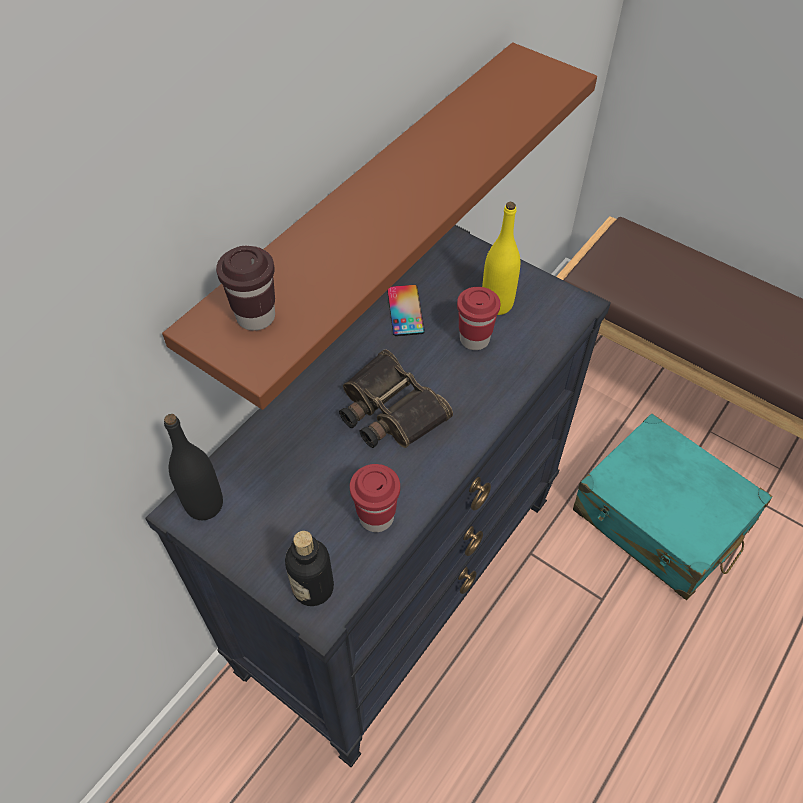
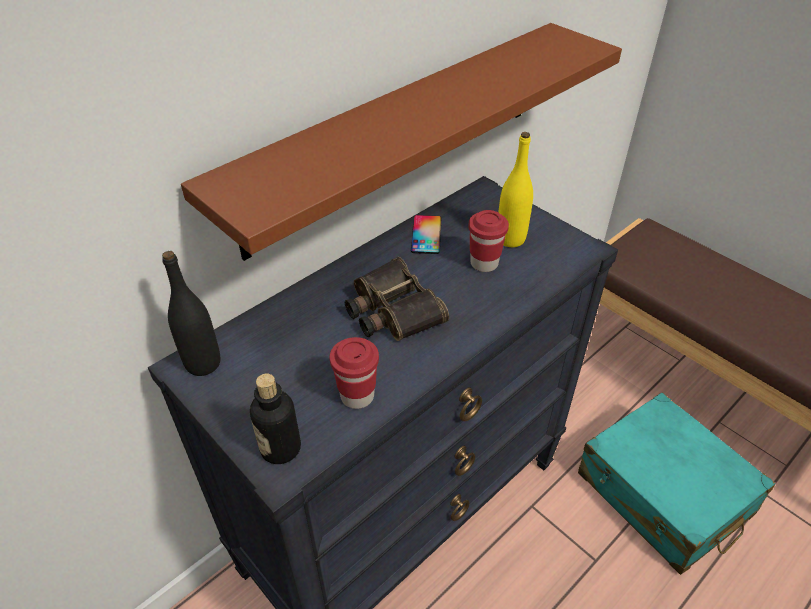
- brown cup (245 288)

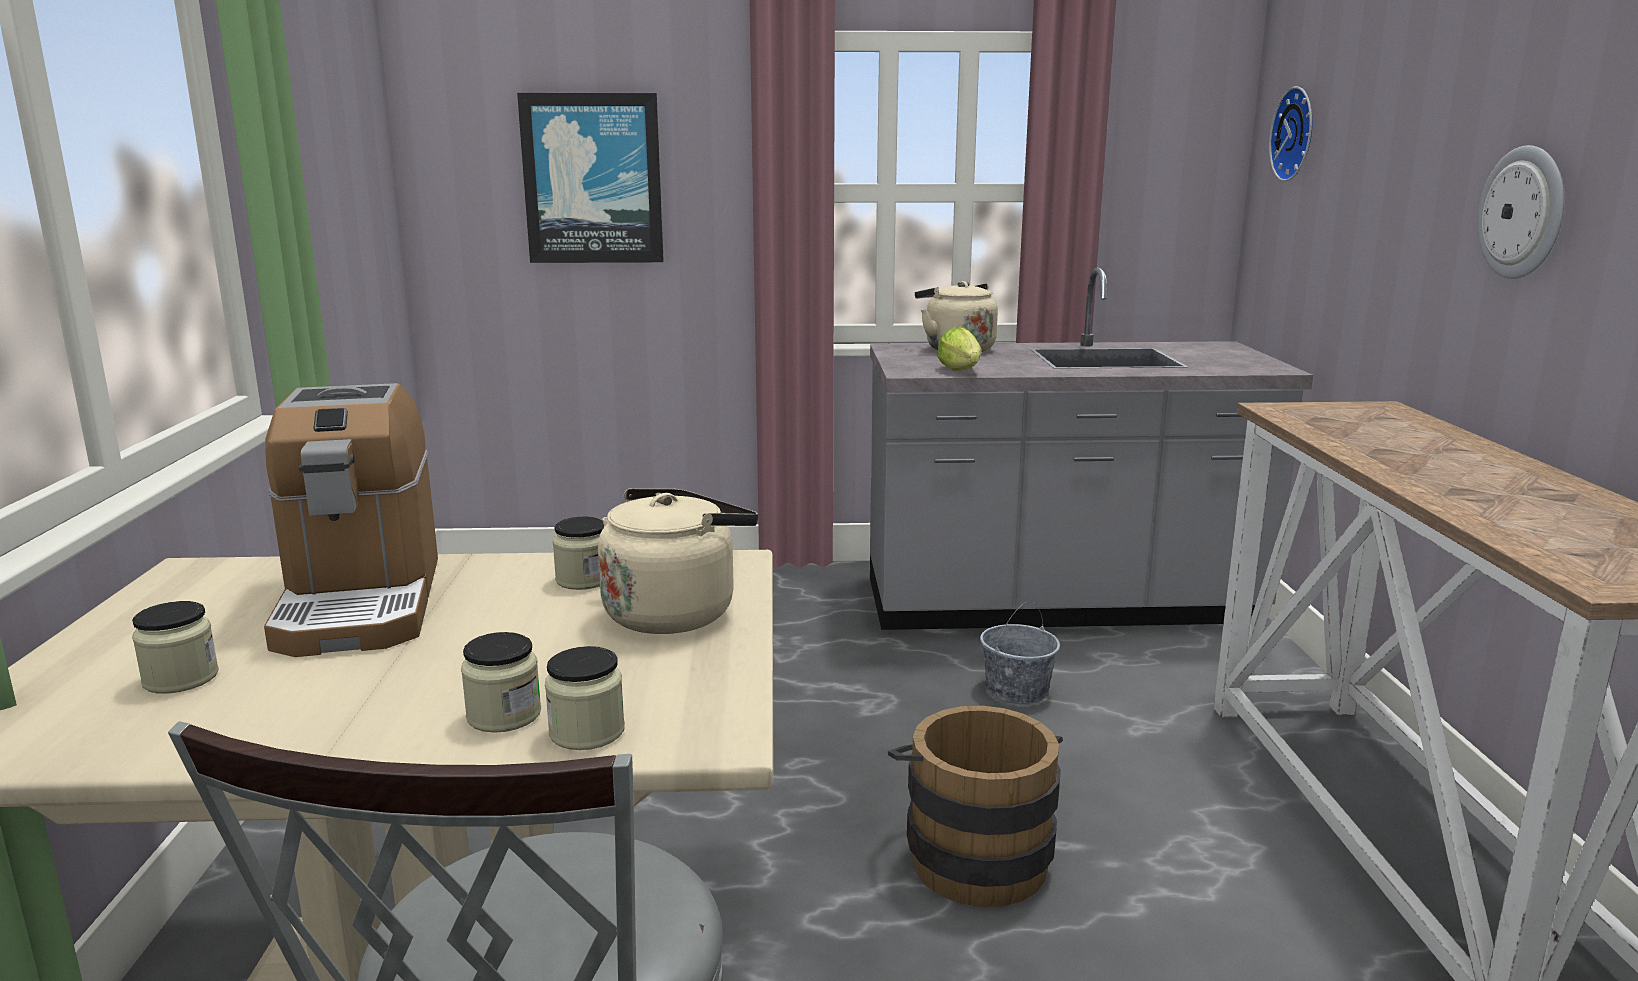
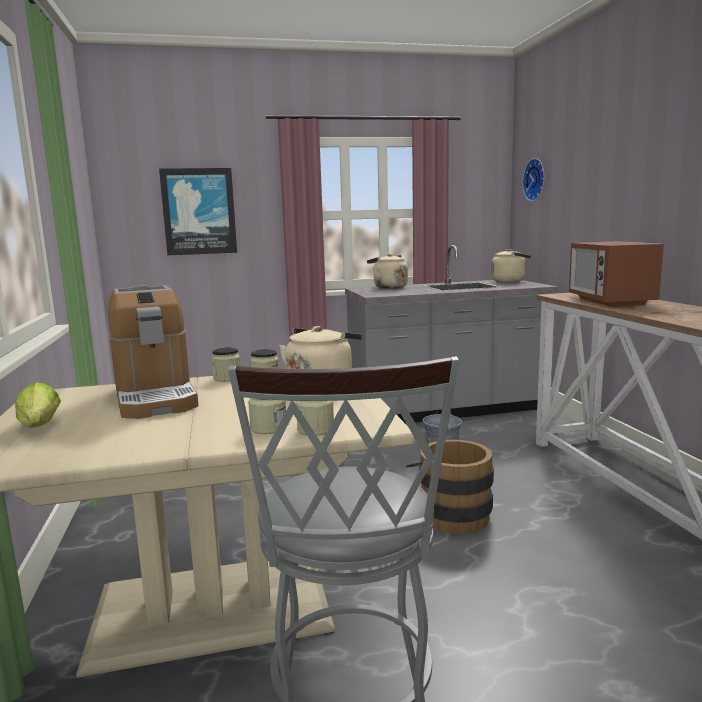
~ jar (175 647) to (226 364)
~ lettuce (959 349) to (38 405)
- wall clock (1520 212)
+ beige kettle (511 265)
+ microwave (616 273)

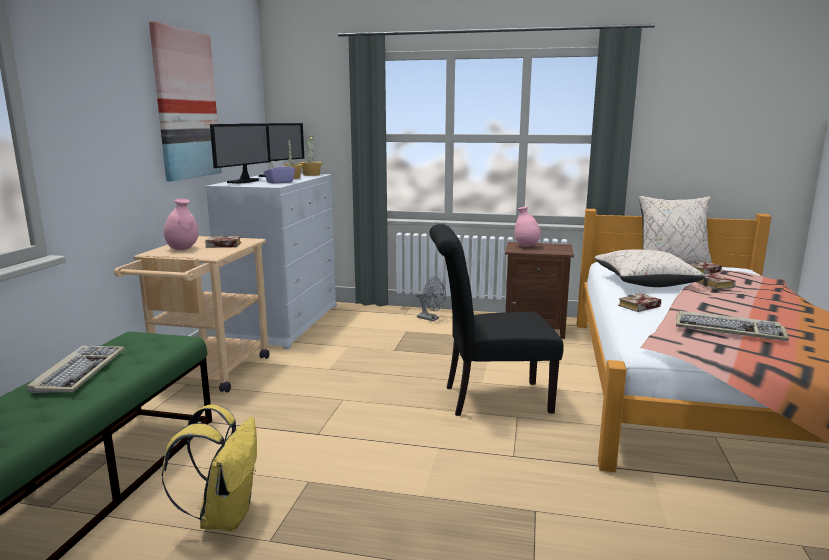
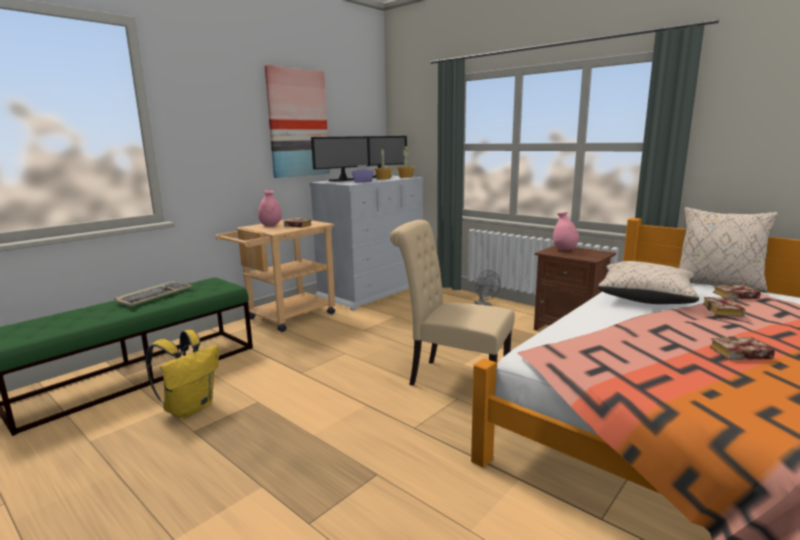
~ black chair (496 320) to beige chair (452 303)
~ book (639 303) to (742 348)
- keyboard (732 326)

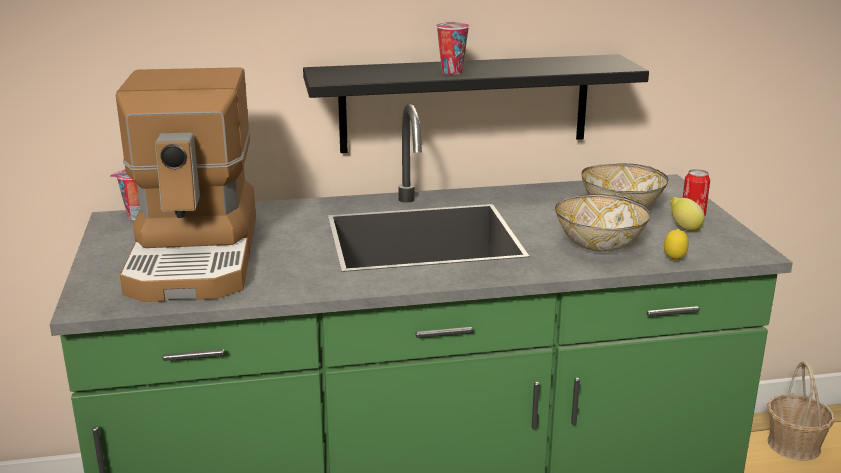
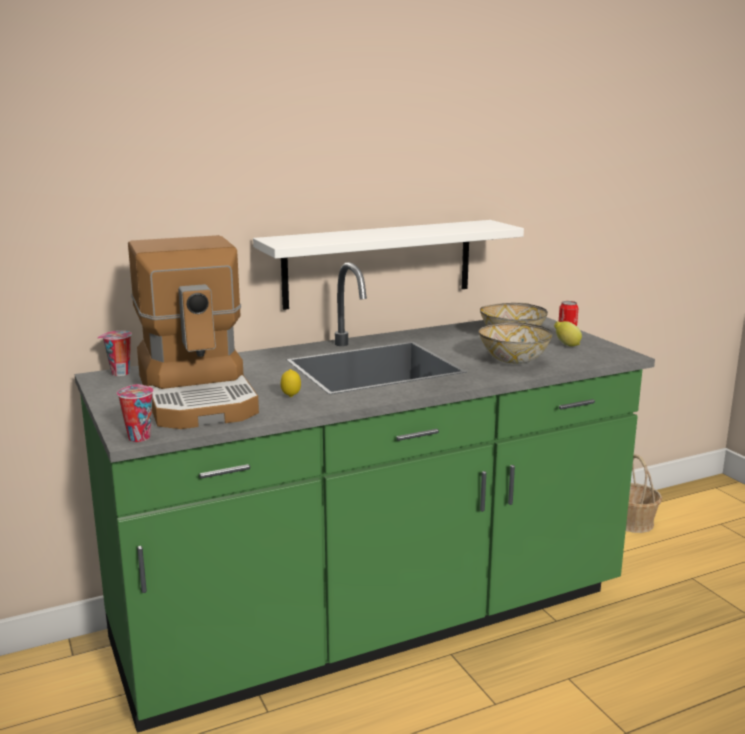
~ black shelf (476 103) to white shelf (388 265)
~ cup (453 48) to (135 413)
~ lemon (676 245) to (291 383)

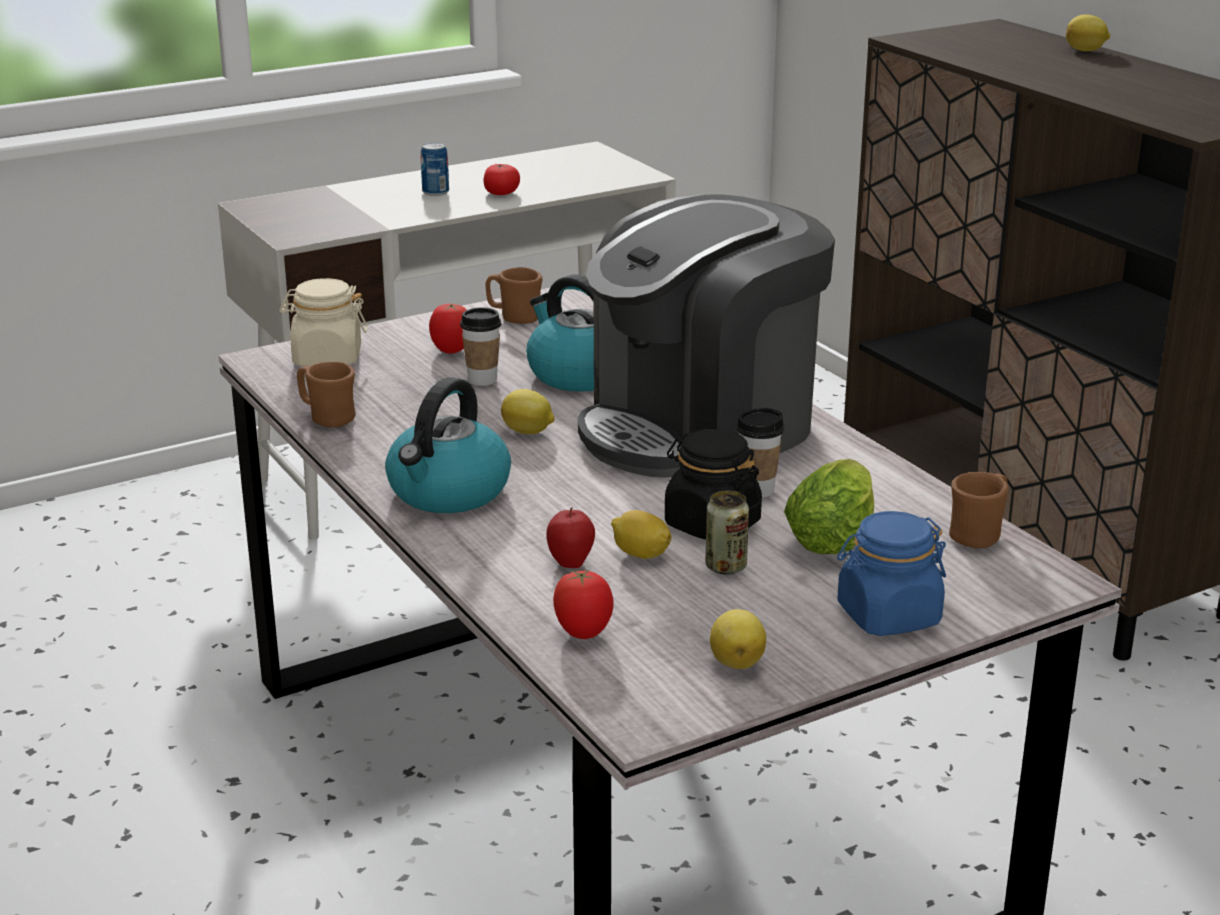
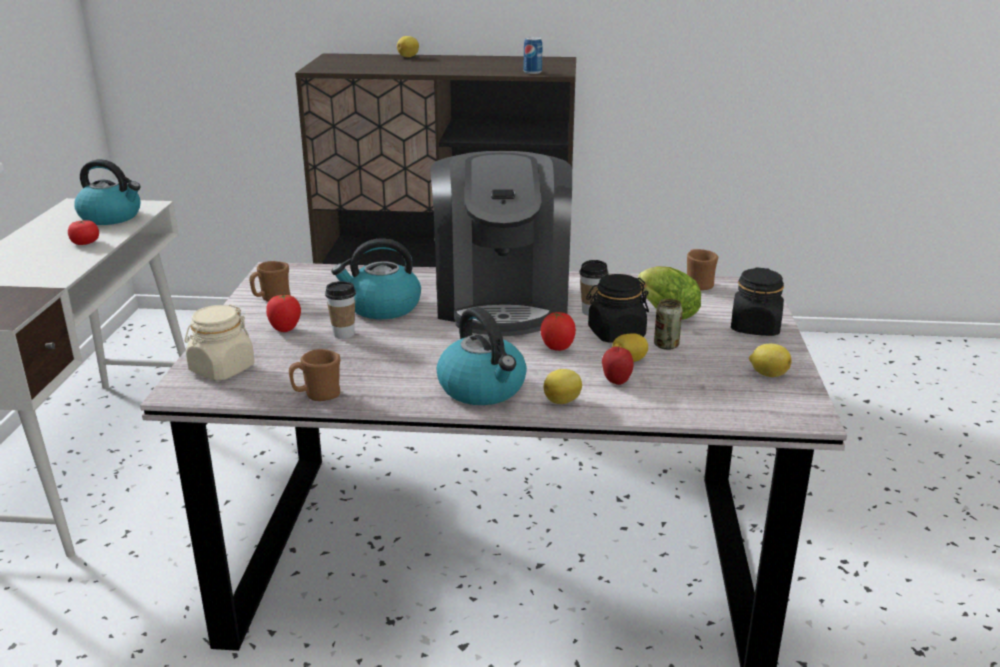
~ can (435 169) to (533 55)
~ lemon (528 411) to (563 386)
~ tomato (583 604) to (558 331)
~ blue jar (891 573) to black jar (757 301)
+ kettle (107 192)

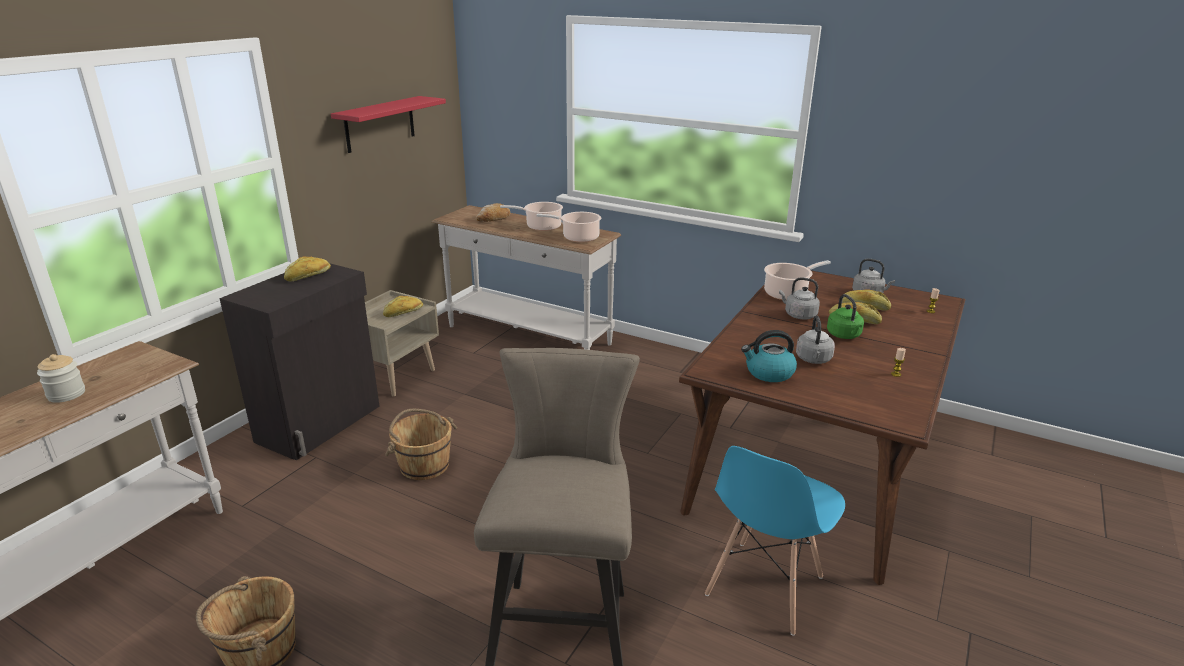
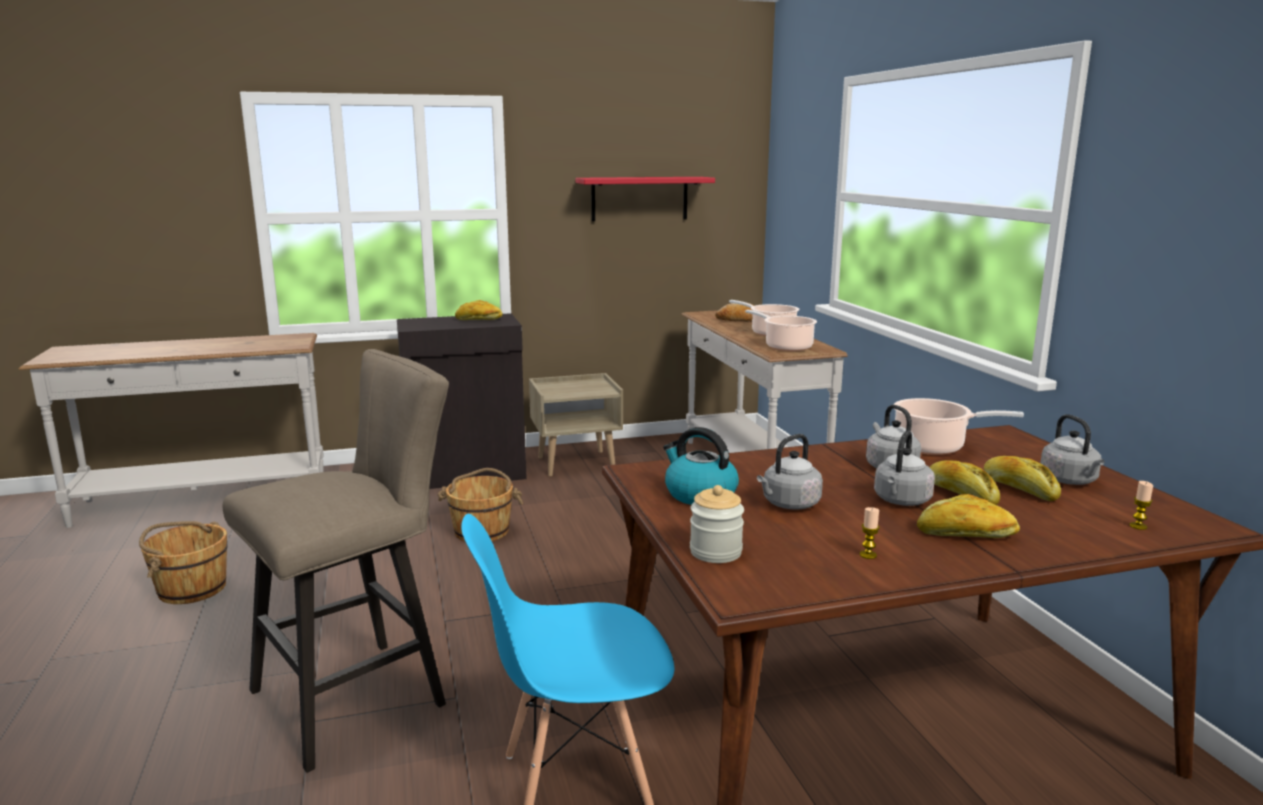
~ jar (61 378) to (717 524)
~ bread (403 306) to (968 516)
~ green kettle (845 316) to grey kettle (904 468)

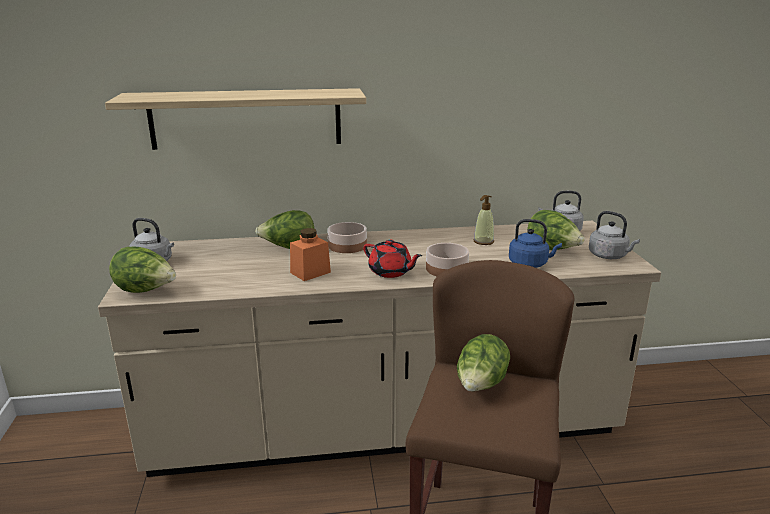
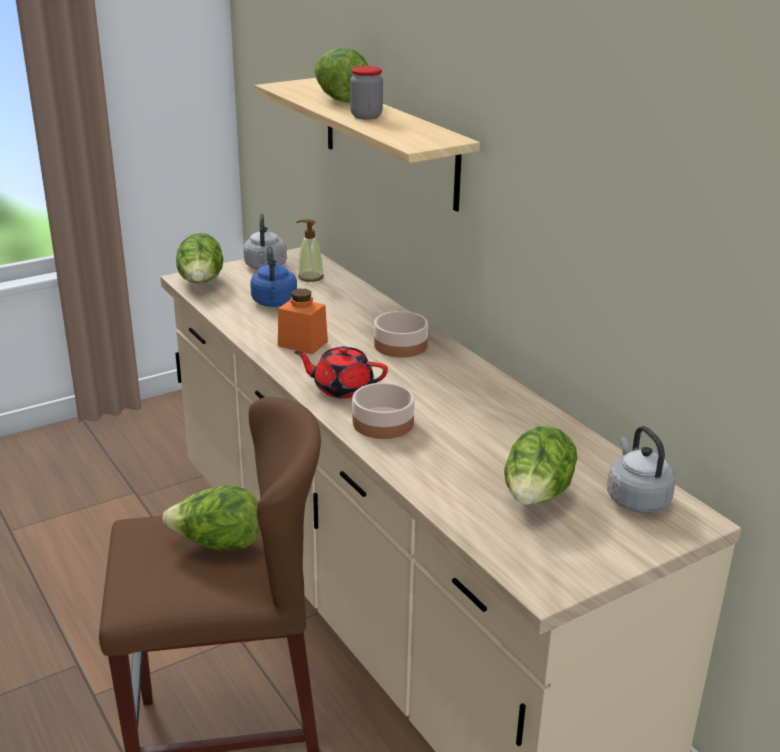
~ lettuce (284 229) to (341 75)
~ red teapot (392 259) = (341 372) 90 degrees clockwise
~ soap dispenser (484 220) to (310 250)
~ blue kettle (535 243) to (273 276)
- grey kettle (614 235)
+ jar (366 93)

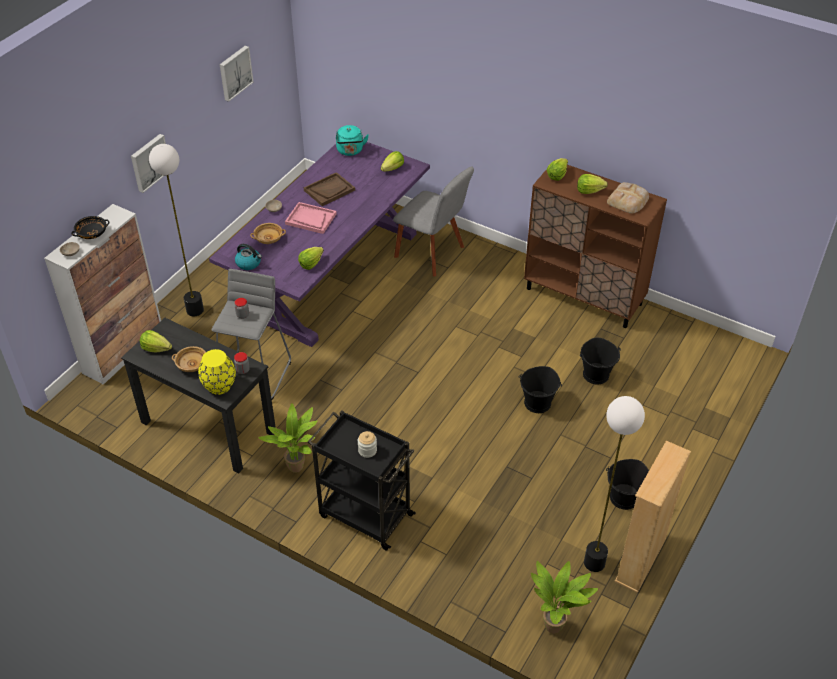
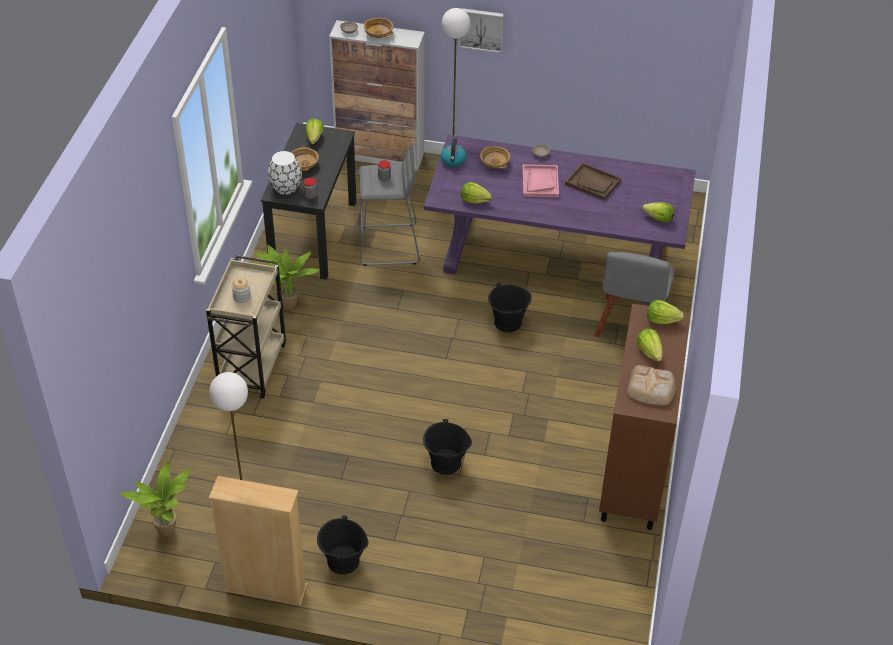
~ black bowl (90 227) to beige bowl (379 28)
~ yellow vase (217 372) to white vase (285 173)
- picture (237 74)
~ black cart (362 480) to beige cart (246 327)
- turquoise kettle (352 140)
~ black bucket (600 360) to (510 307)

